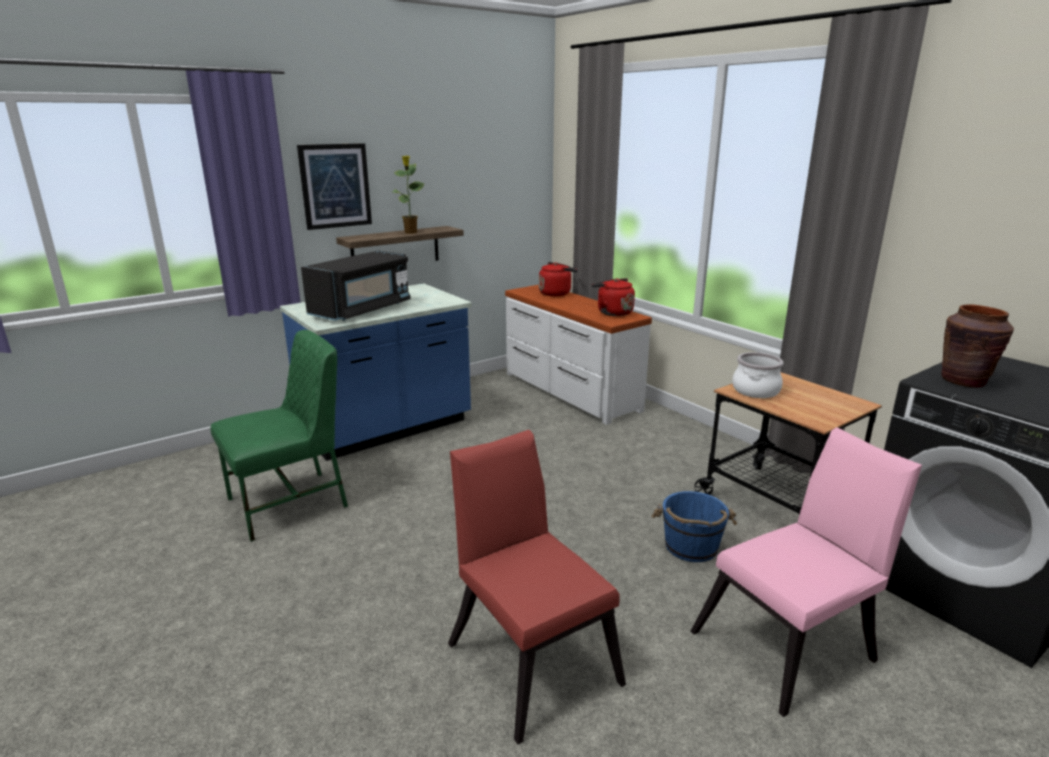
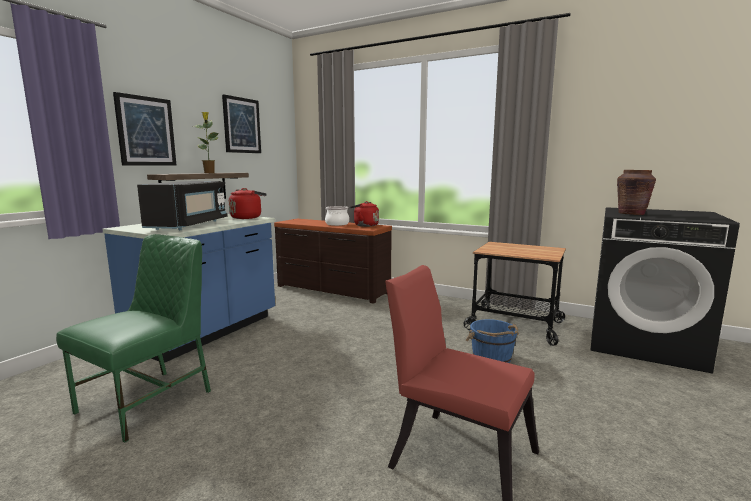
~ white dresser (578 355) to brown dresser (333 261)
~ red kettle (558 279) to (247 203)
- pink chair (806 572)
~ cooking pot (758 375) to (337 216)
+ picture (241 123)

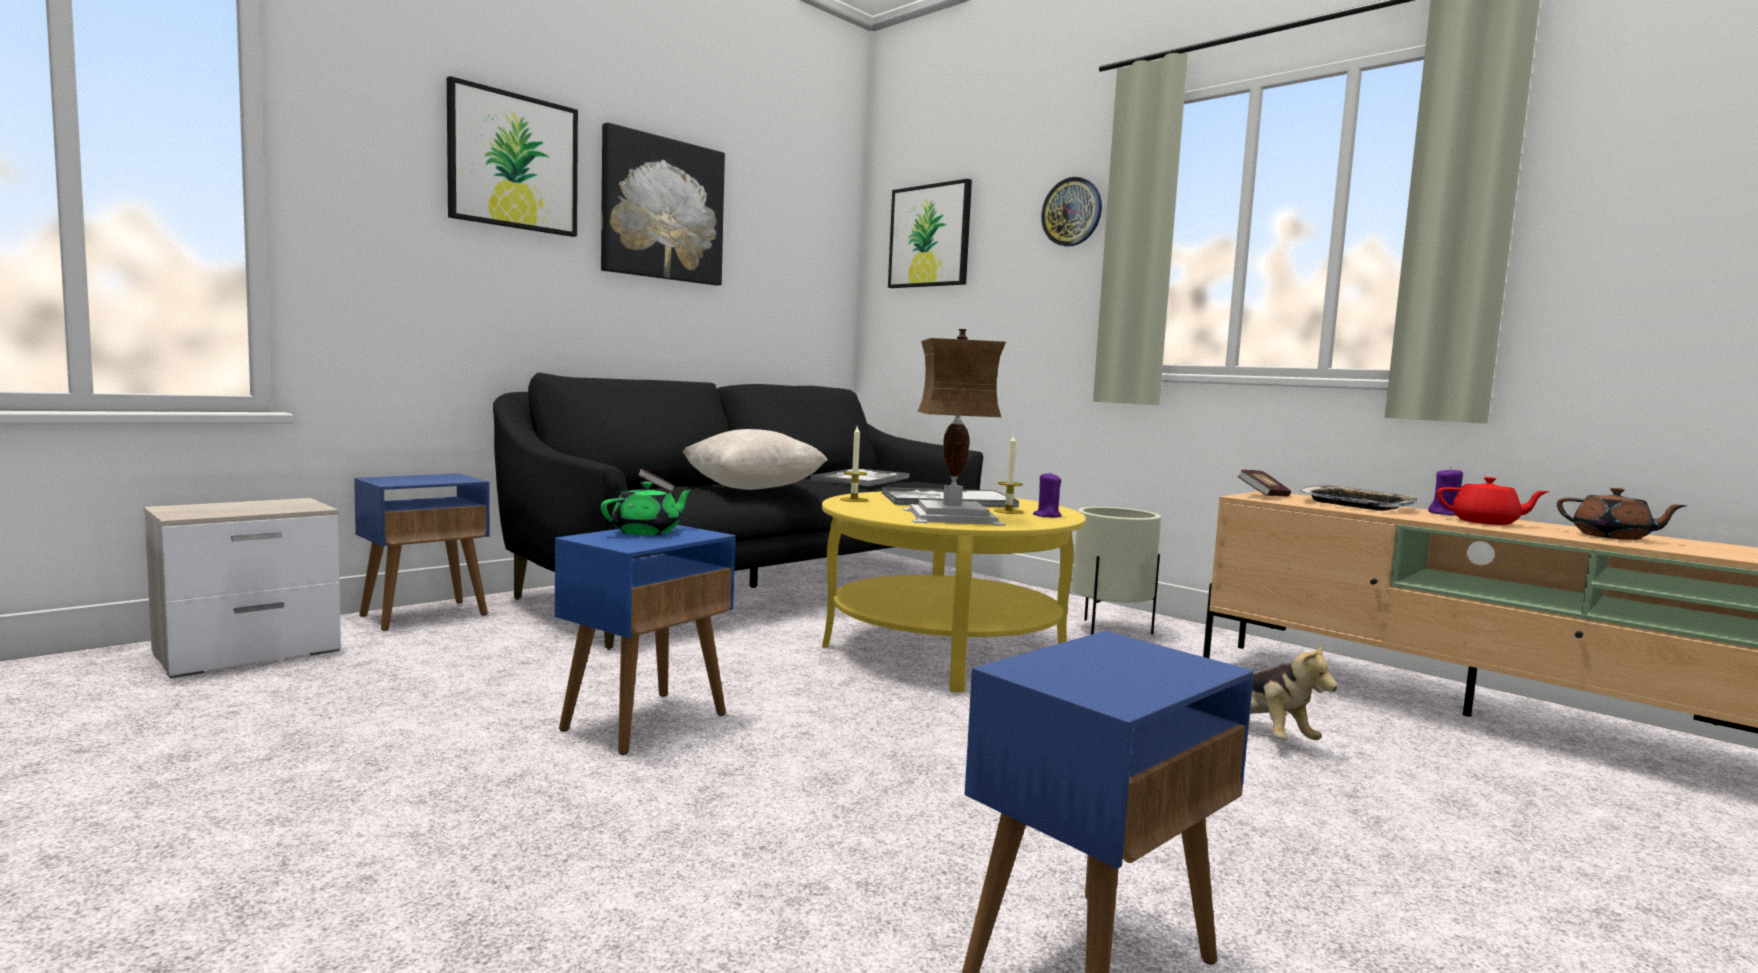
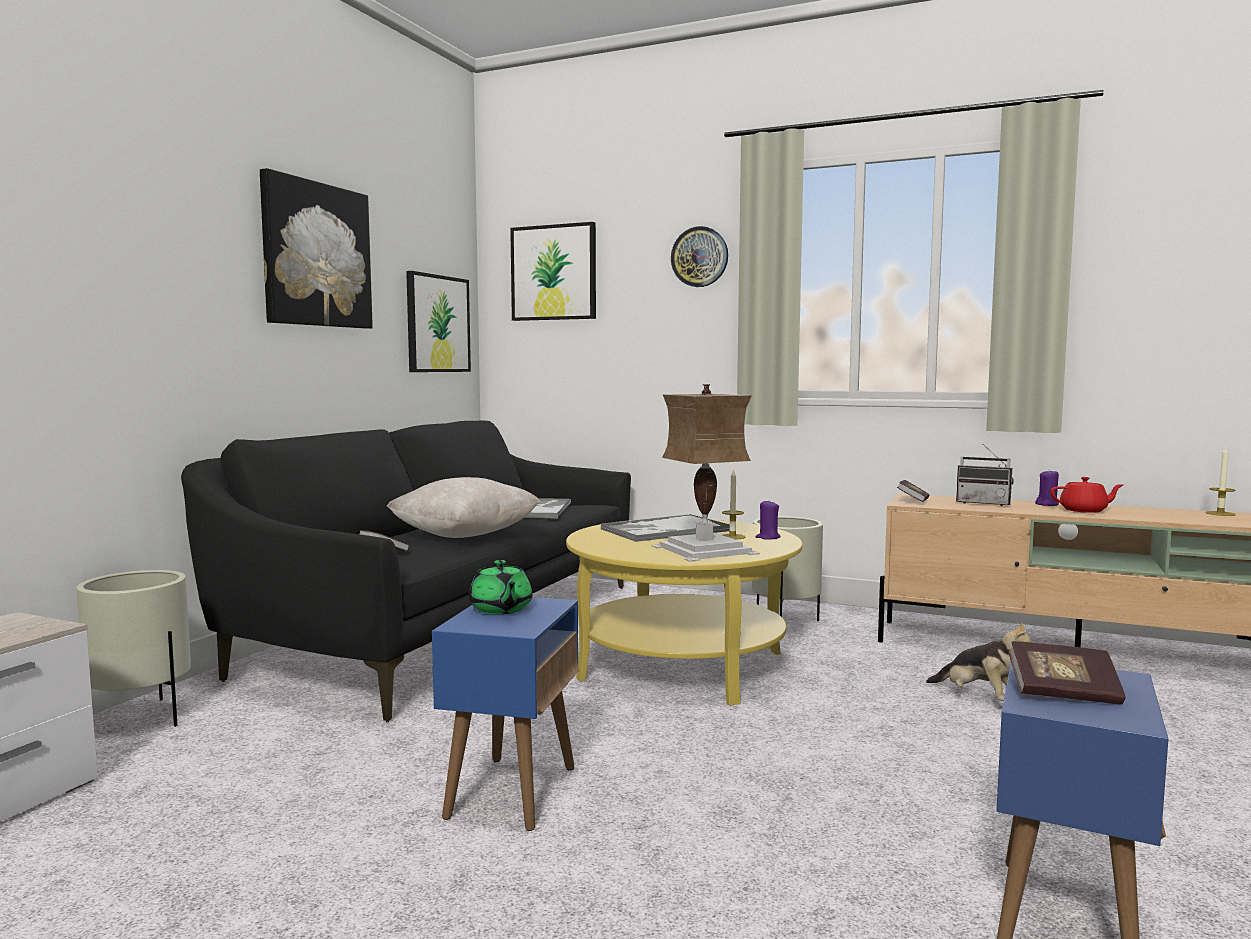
~ blue side table (422 552) to beige planter (133 648)
~ picture (512 156) to (438 321)
~ green teapot (647 508) = (501 587) 135 degrees clockwise
~ candle (854 463) to (1220 481)
~ tray (1359 498) to radio (985 474)
- brown teapot (1622 514)
+ book (1067 673)

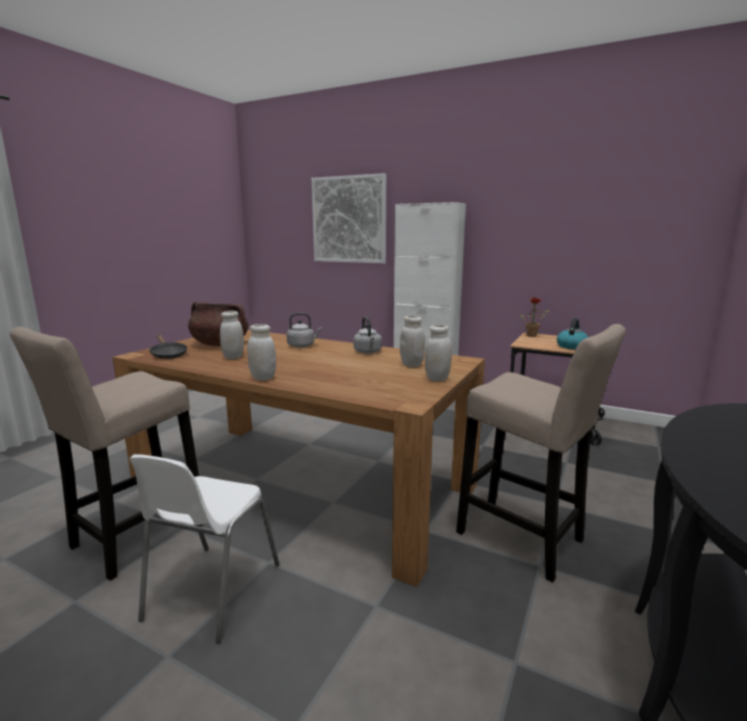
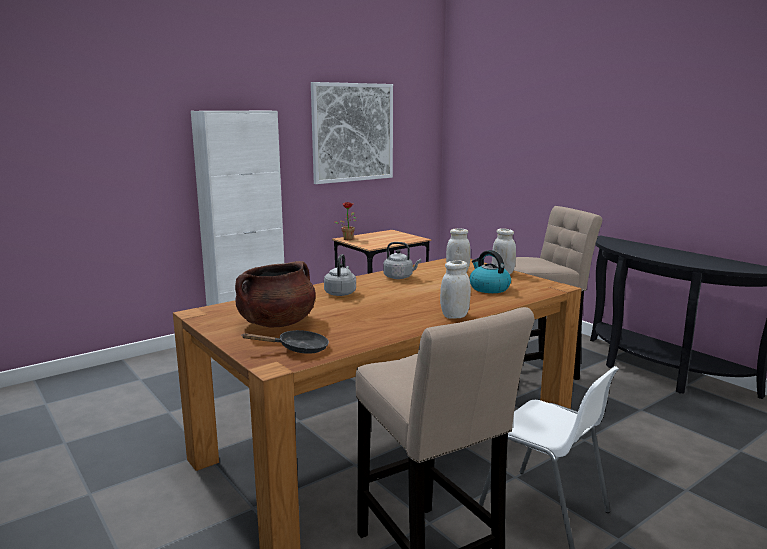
- white jar (232 335)
~ picture (348 218) to (352 133)
~ kettle (572 333) to (490 271)

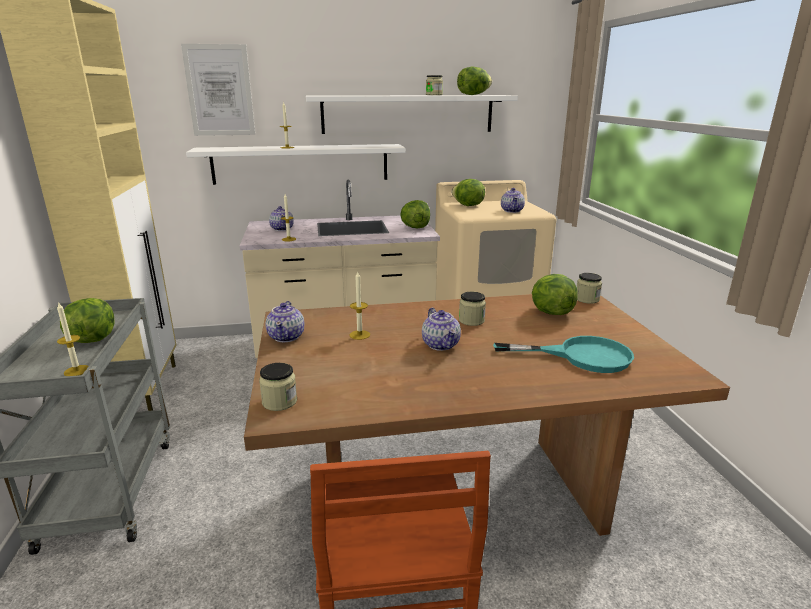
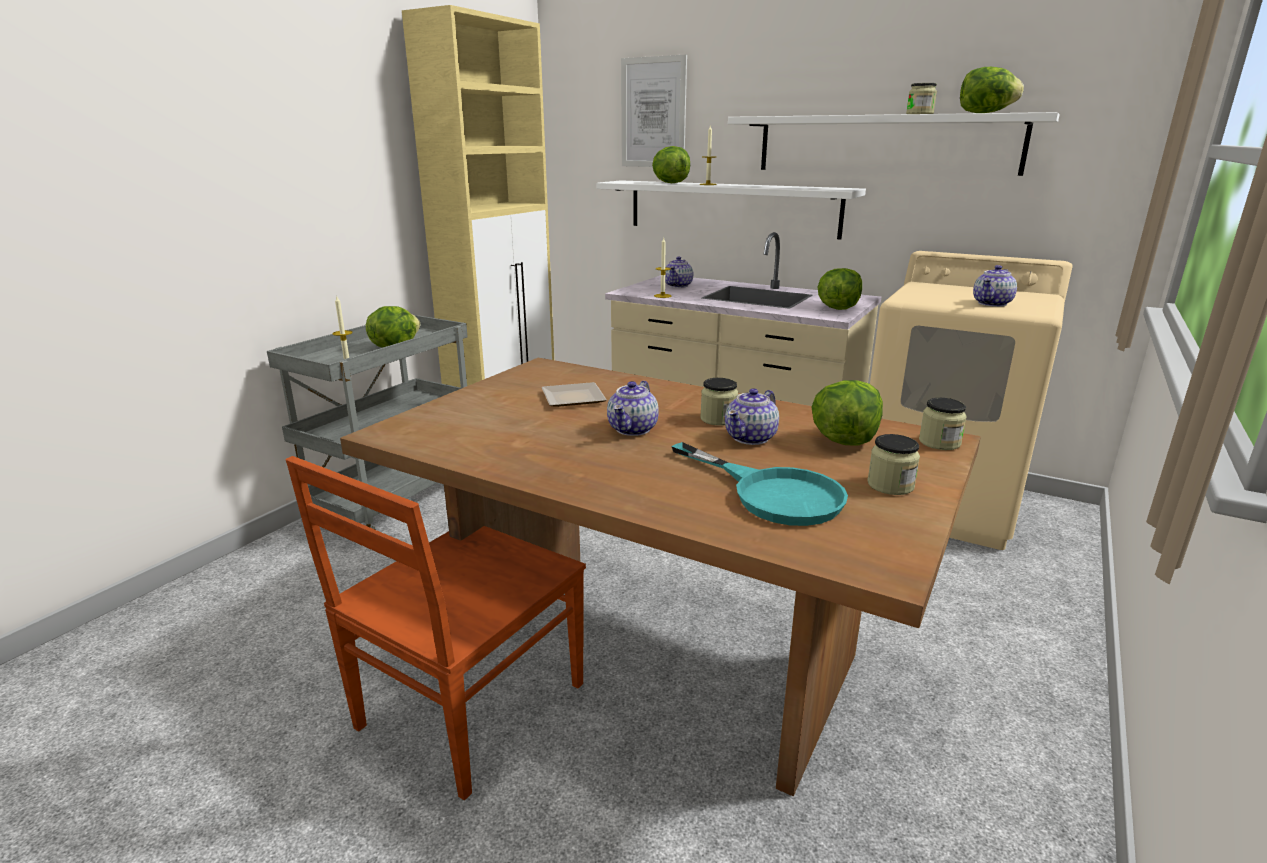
~ jar (278 387) to (893 464)
~ teapot (285 321) to (752 416)
~ candle (359 305) to plate (574 394)
~ lettuce (468 192) to (671 164)

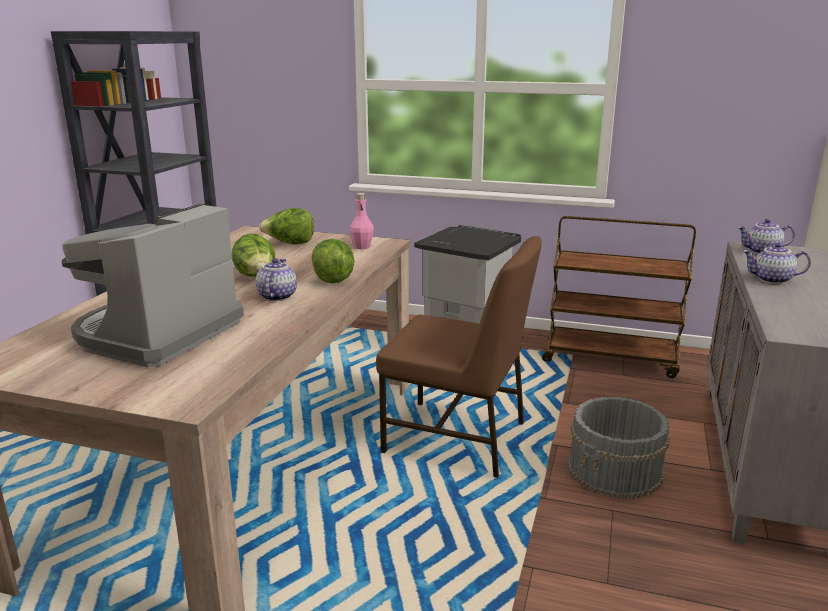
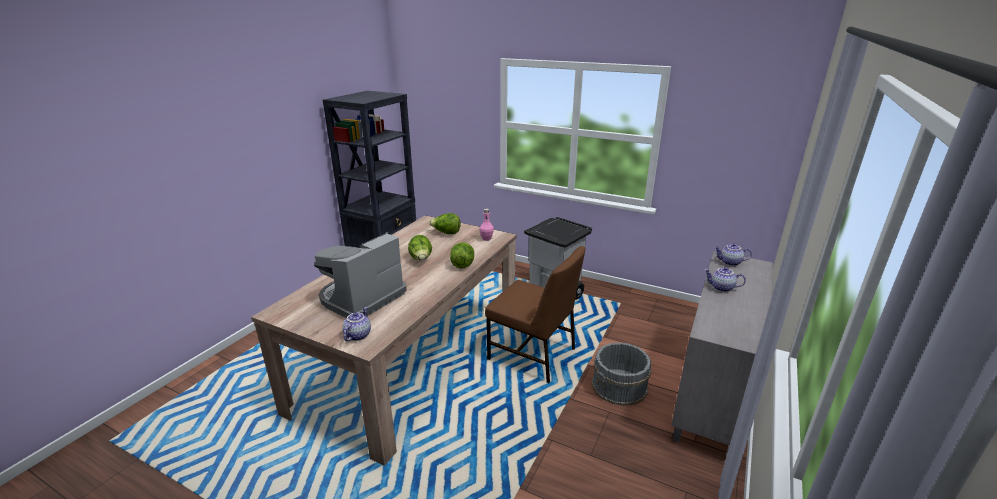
~ teapot (276 279) to (356 324)
- brown cart (619 297)

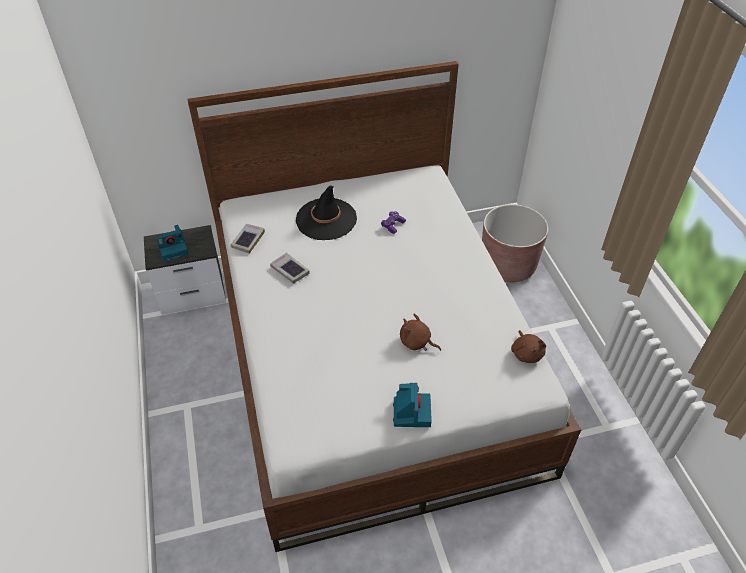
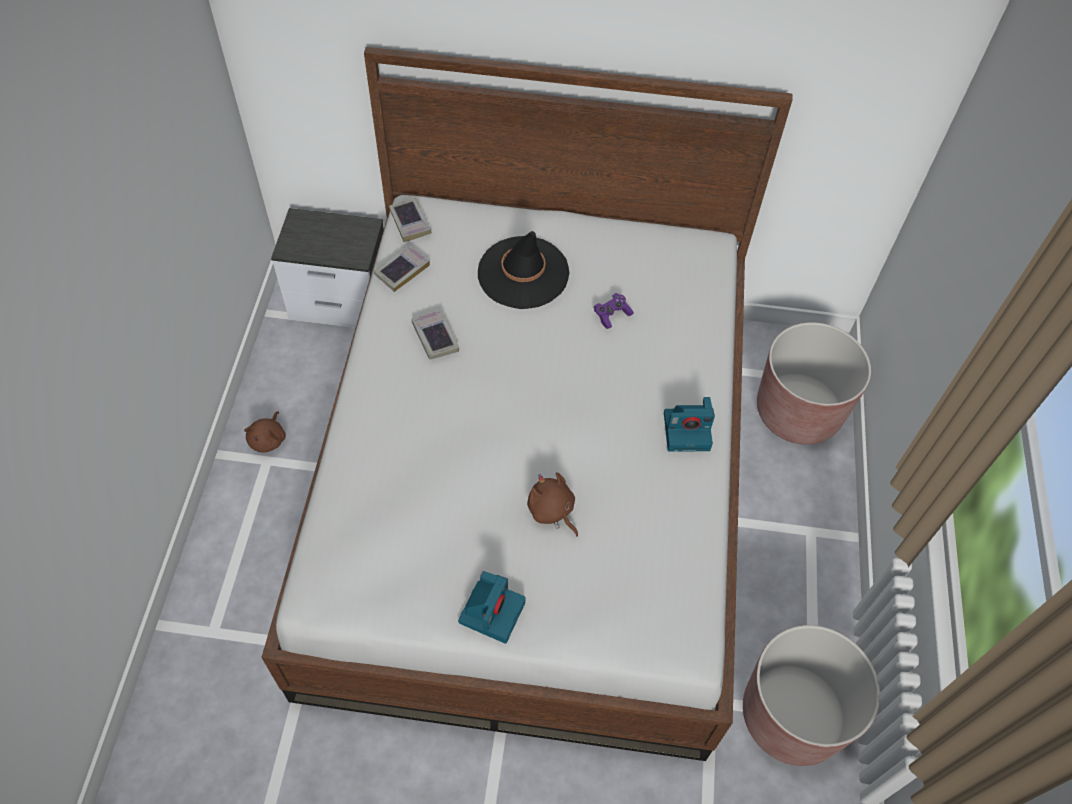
~ photo camera (172 243) to (689 424)
~ brown plush toy (528 346) to (265 432)
+ book (410 220)
+ brown planter (811 695)

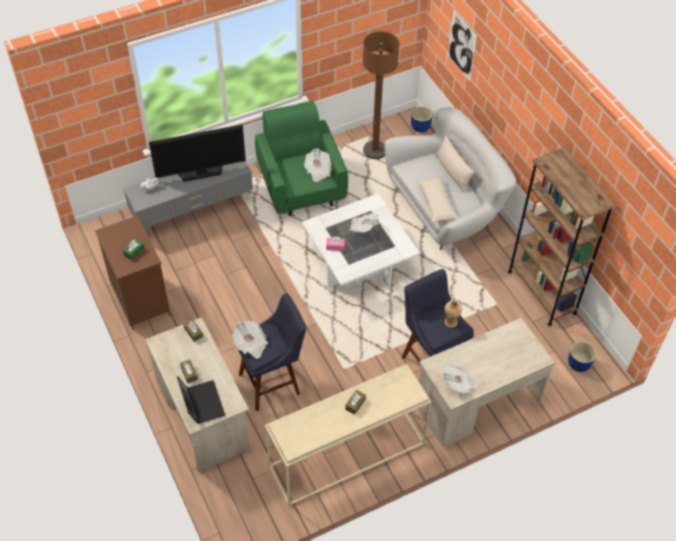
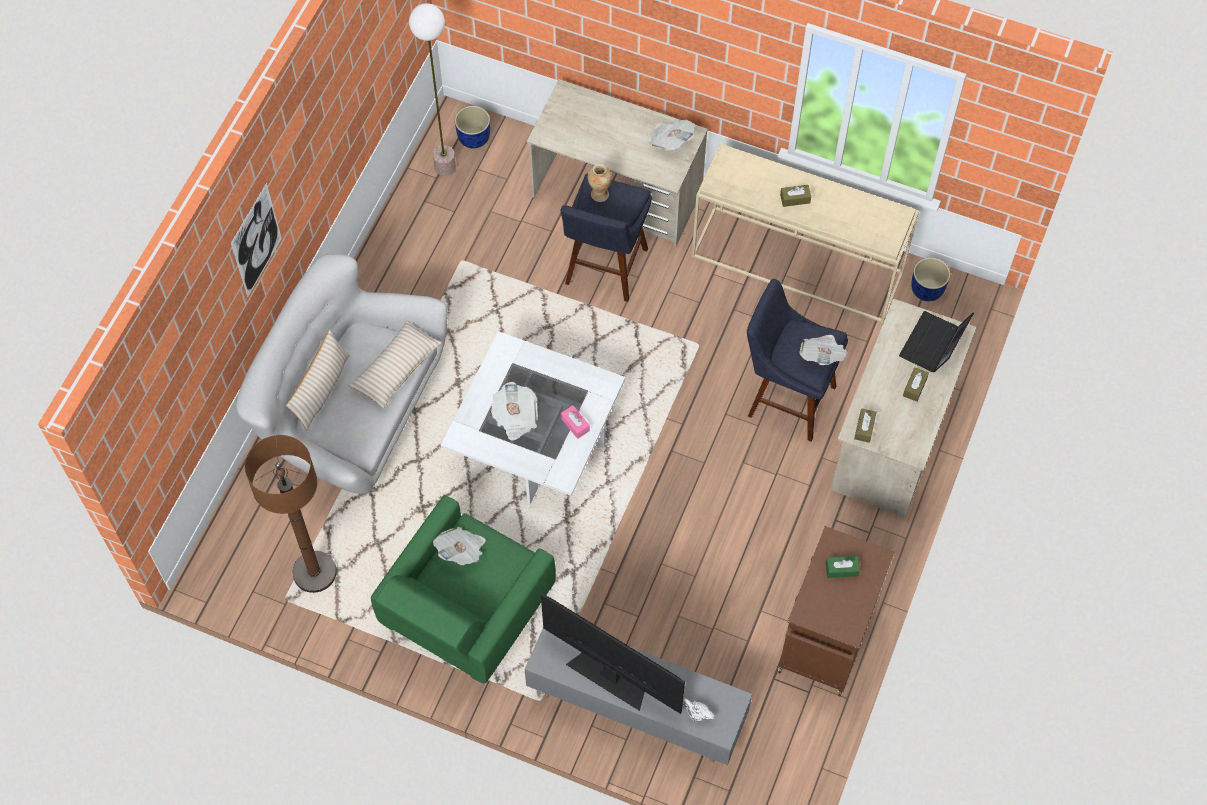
~ blue planter (422 119) to (930 279)
~ picture (462 46) to (256 240)
- brown bookcase (562 236)
+ floor lamp (432 89)

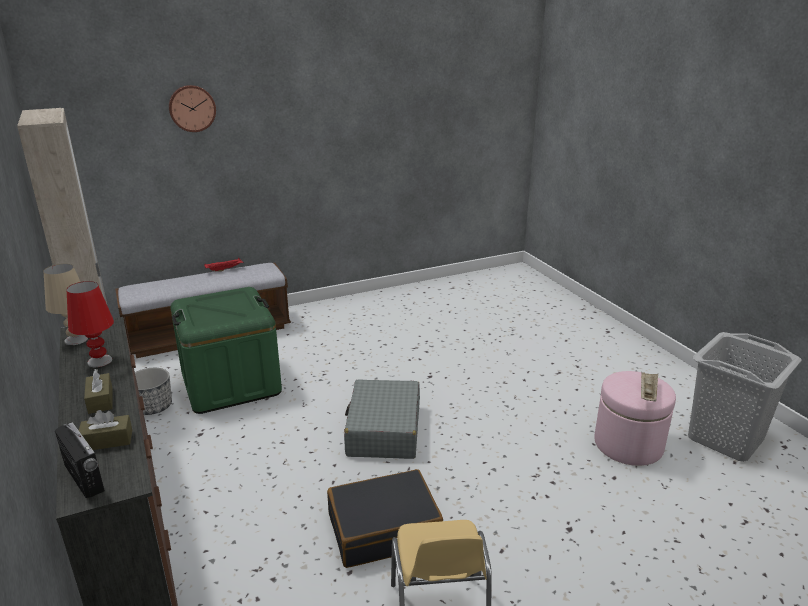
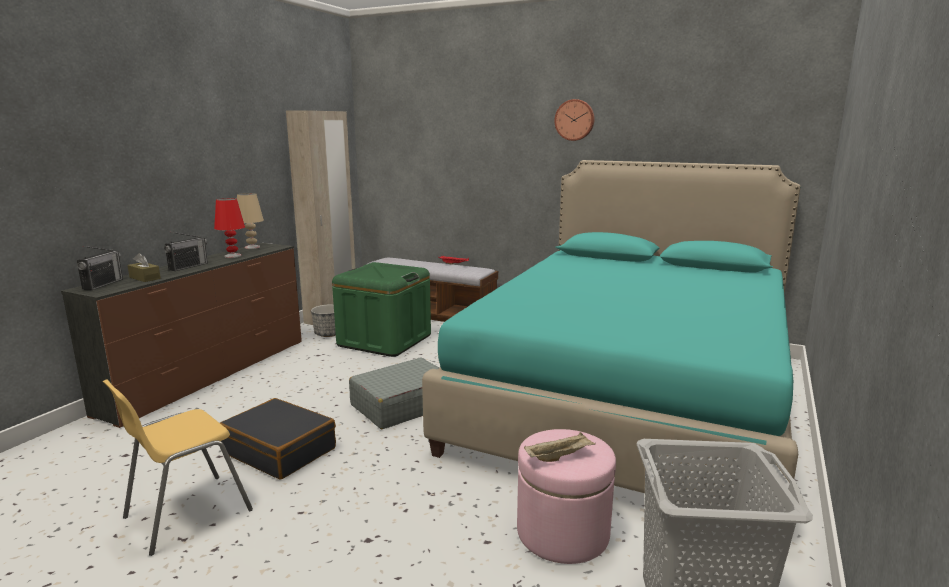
~ brown tissue box (98 391) to radio (186 251)
~ wall clock (192 108) to (574 120)
+ turquoise bed (611 335)

